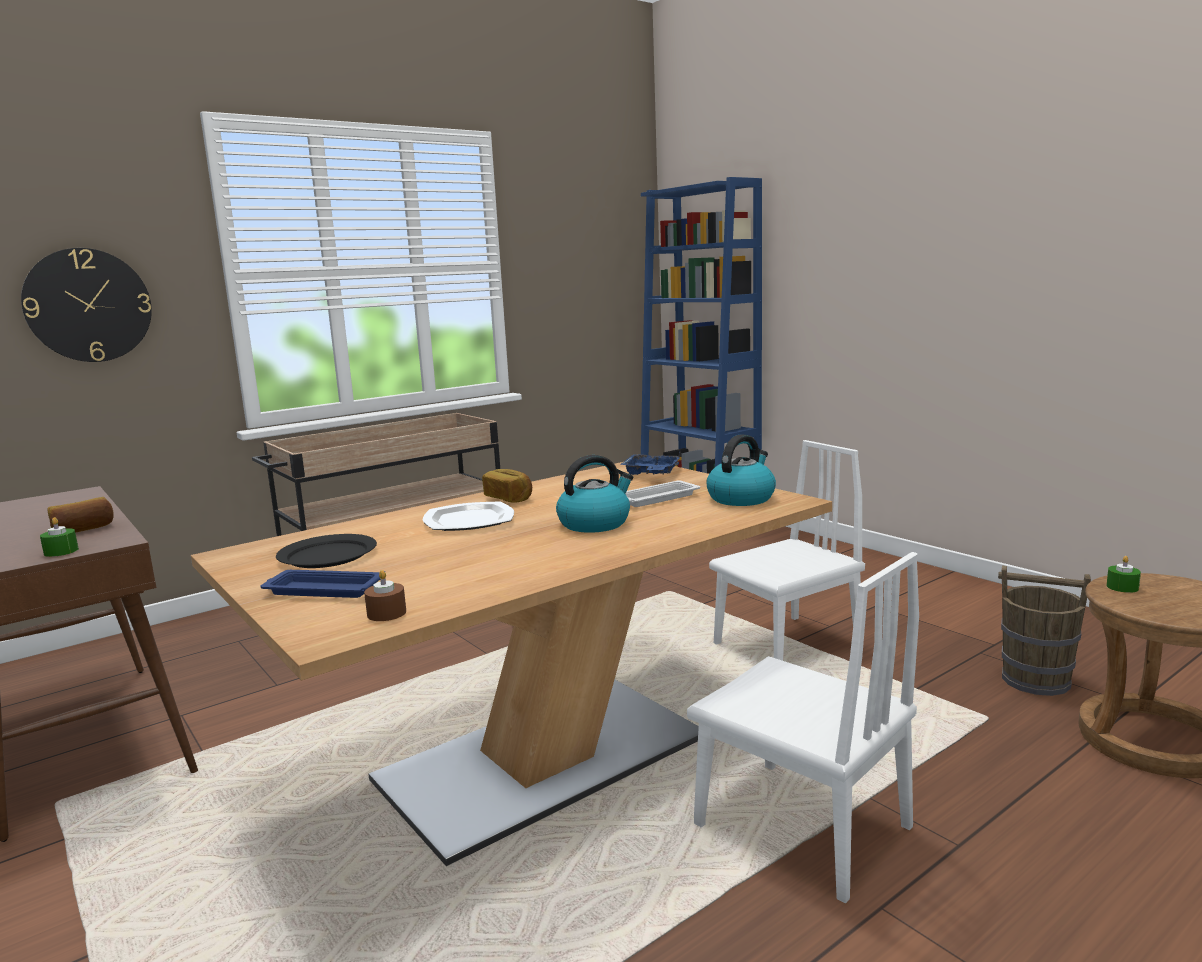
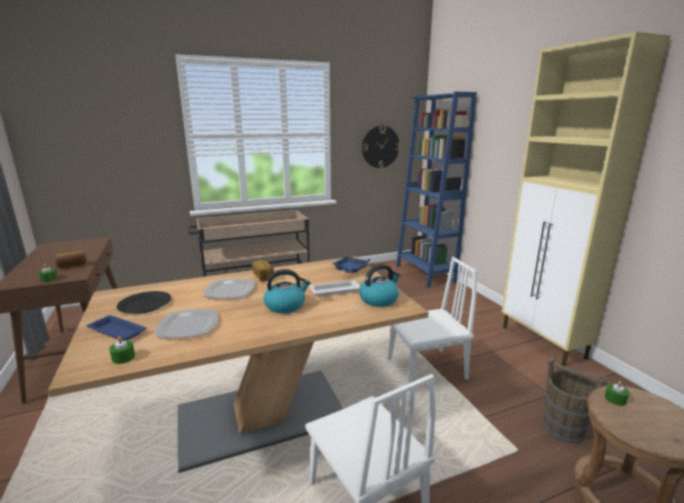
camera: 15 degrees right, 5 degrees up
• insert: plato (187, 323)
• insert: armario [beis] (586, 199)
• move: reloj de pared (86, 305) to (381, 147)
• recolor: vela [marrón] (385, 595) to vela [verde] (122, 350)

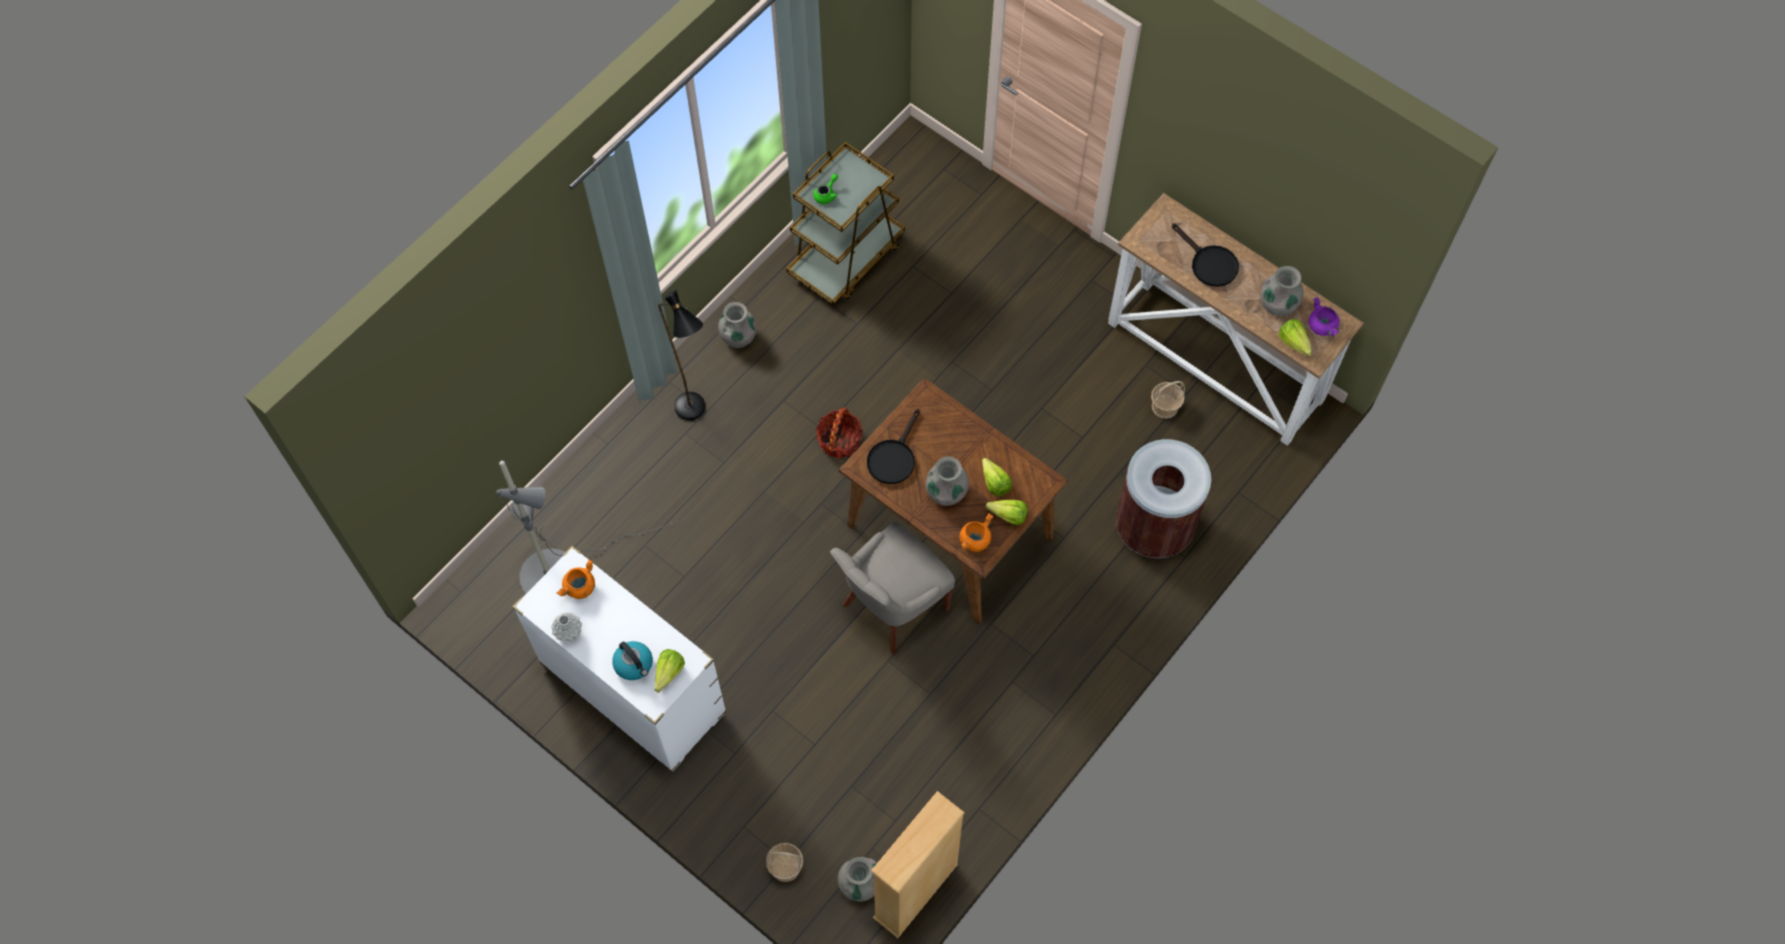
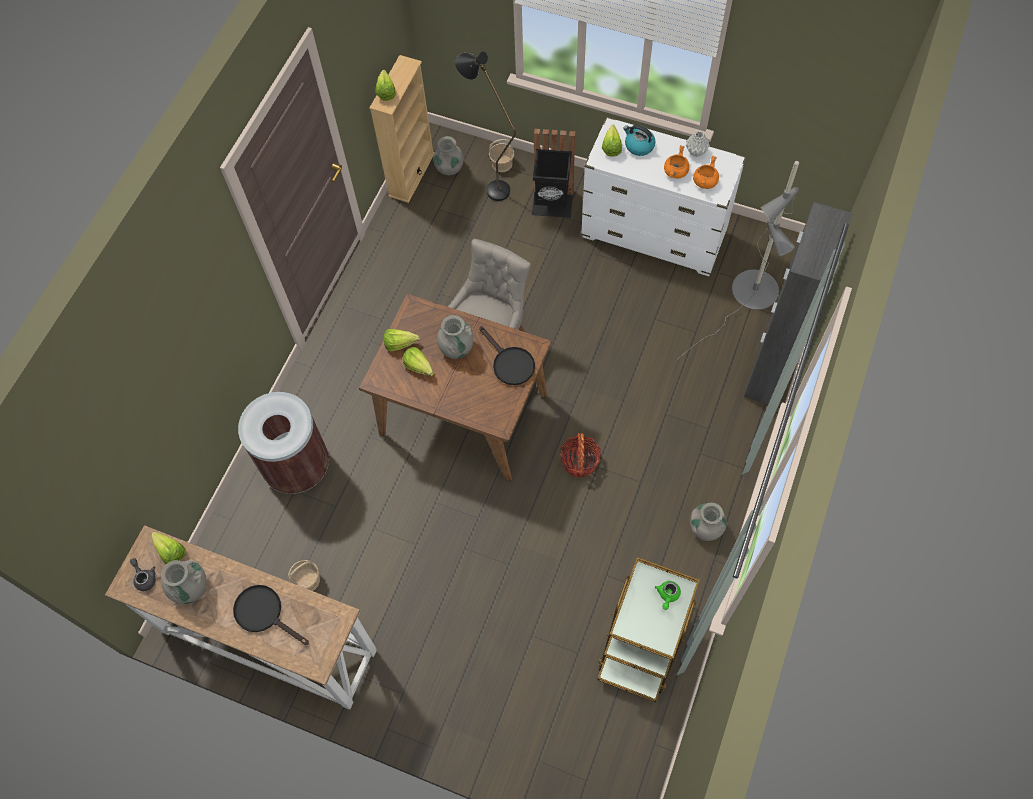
camera: 165 degrees right, 0 degrees up
• insert: lechuga (385, 85)
• insert: papelera [negro] (553, 173)
• insert: armario [negro] (798, 303)
• move: lámpara de pie [negro] (681, 355) to (485, 126)
• move: olla [naranja] (976, 532) to (676, 161)
• replace: olla [morado] (1323, 316) to tetera [gris] (143, 574)
• rotate: sartén [negro] (893, 446) = (507, 355) 135 degrees clockwise

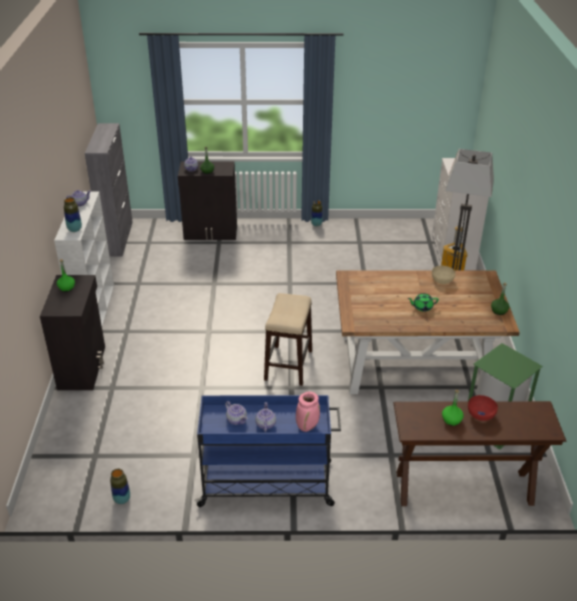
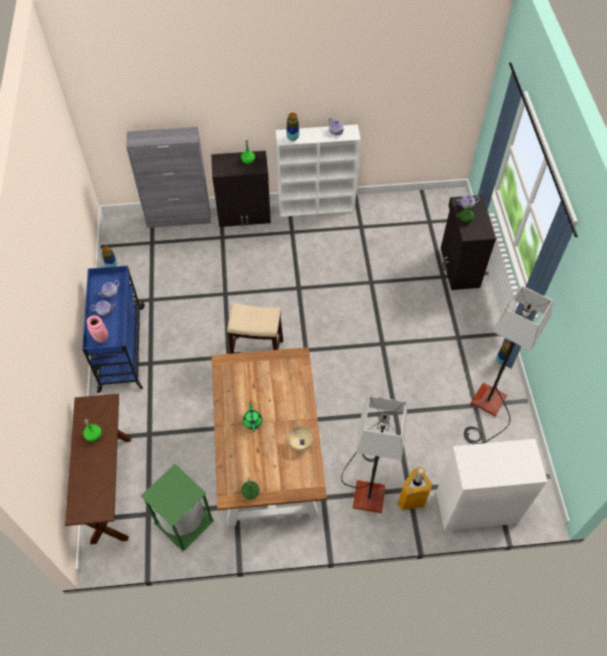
camera: 85 degrees right, 20 degrees up
• delete: cuenco [rojo] (483, 408)
• insert: lámpara de pie (508, 365)
• move: armario [gris] (109, 190) to (168, 177)

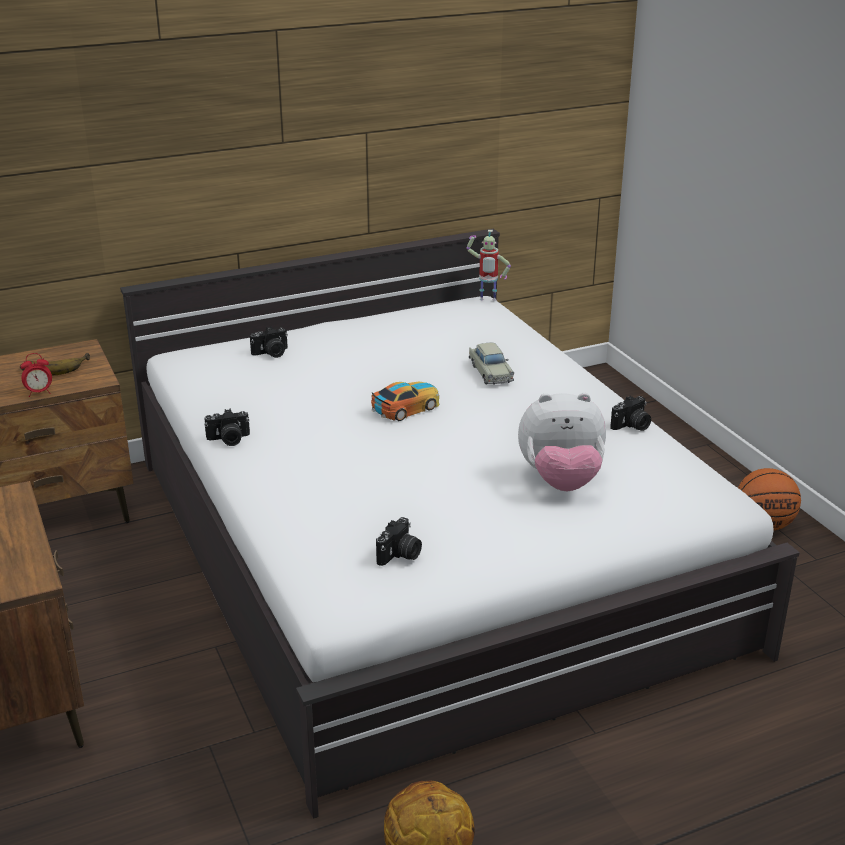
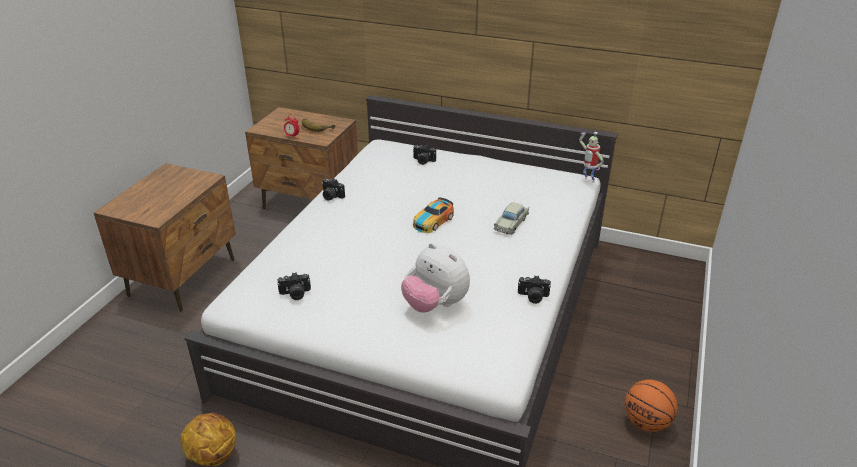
camera: 45 degrees right, 5 degrees up
• rotate: coche de juguete (405, 401) = (433, 215) 120 degrees clockwise

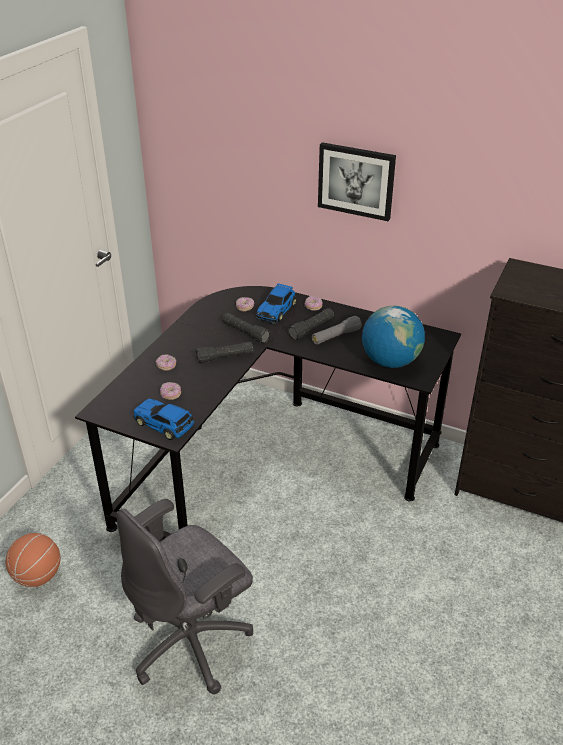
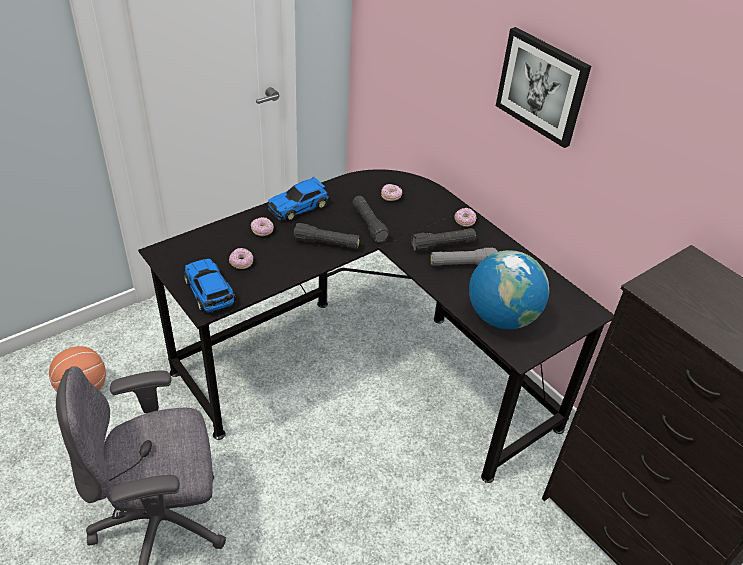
camera: 25 degrees right, 5 degrees up
• move: coche de juguete (276, 303) to (298, 199)

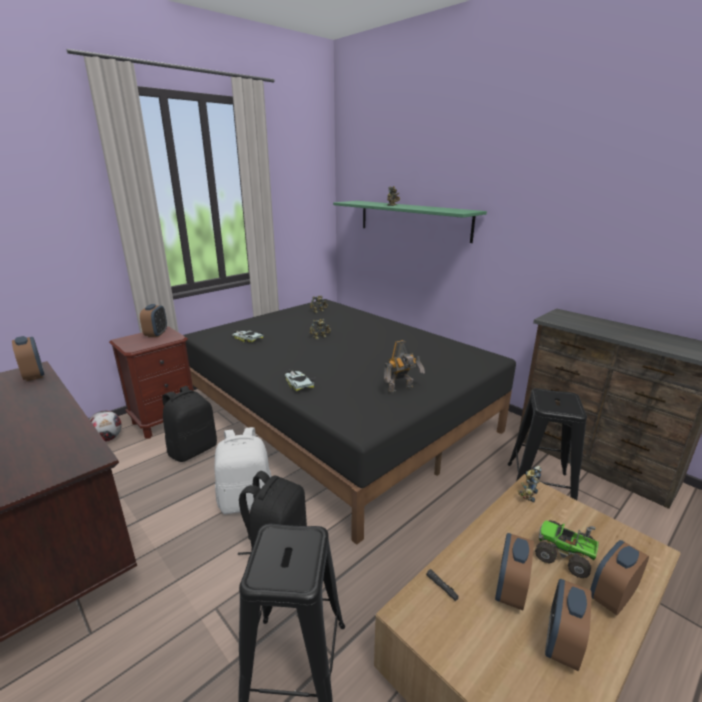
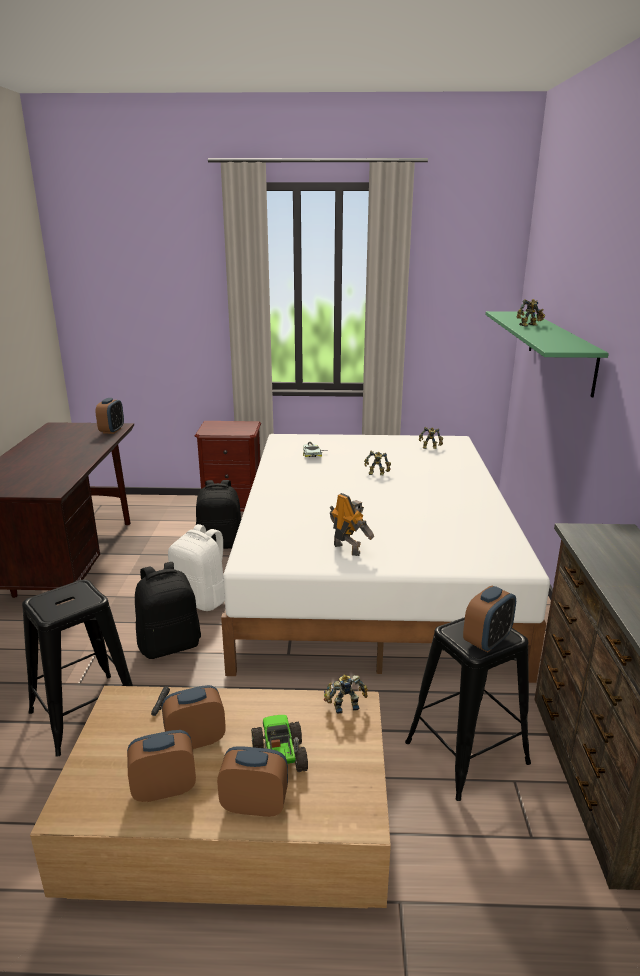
camera: 45 degrees right, 0 degrees up
• delete: balón de fútbol (105, 426)
• delete: coche de juguete (300, 380)
• move: despertador (153, 320) to (489, 618)
• recolor: cama [negro] (349, 422) to cama [blanco] (385, 558)
• rotate: robot de juguete (404, 367) = (352, 524) 150 degrees counterclockwise

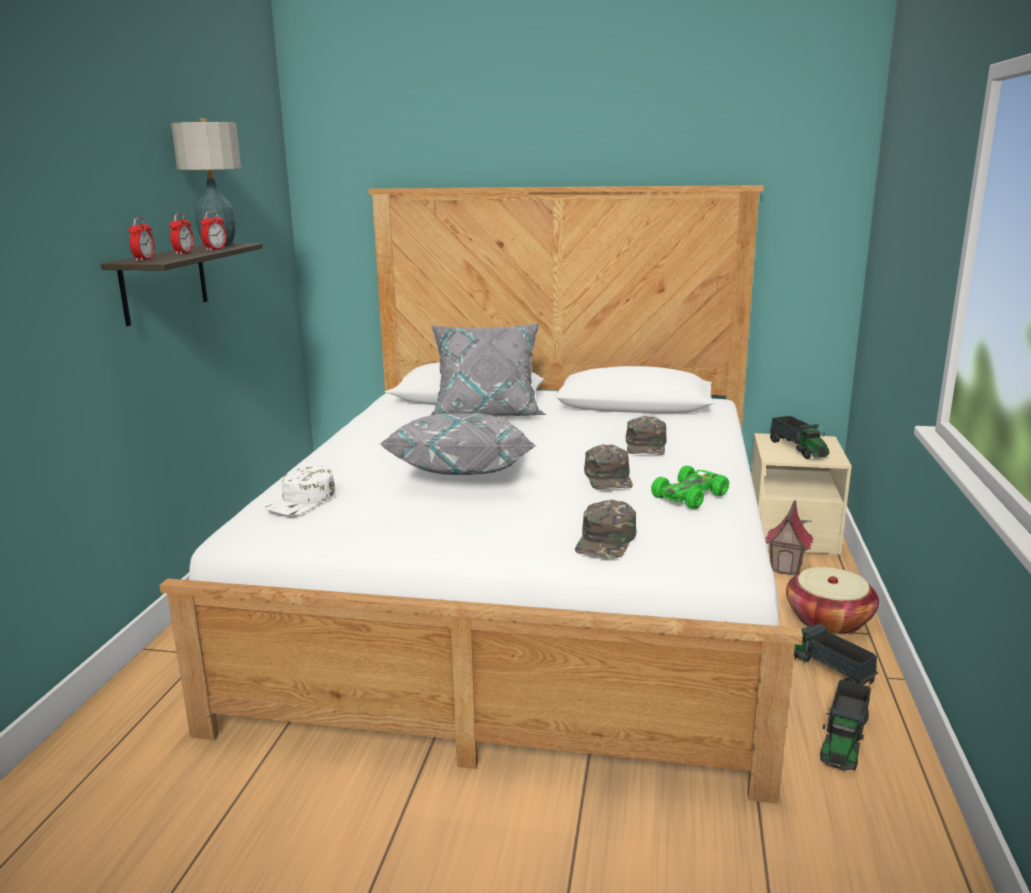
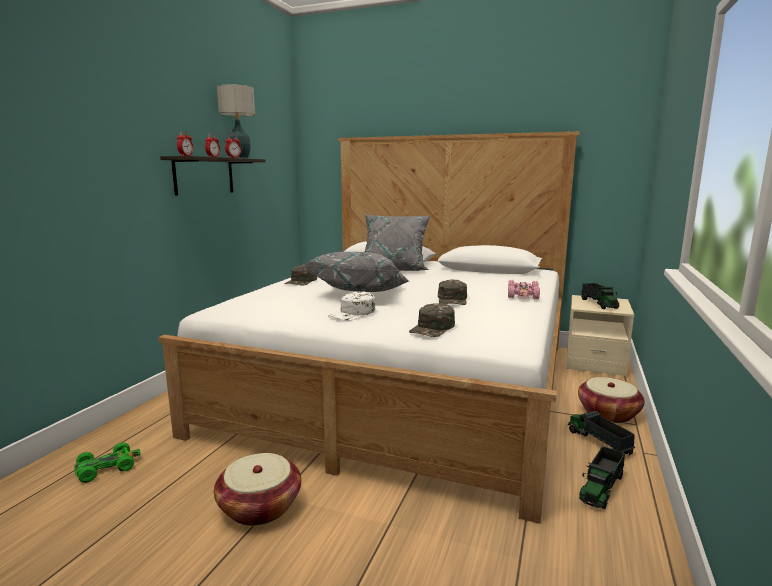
camera: 10 degrees right, 5 degrees down
• delete: casita (789, 538)
• insert: cesta (257, 489)
• insert: coche de juguete [rosa] (524, 289)
• move: gorra [blanco] (299, 490) to (352, 306)
• move: gorra [verde] (646, 435) to (300, 275)
• move: coche de juguete [verde] (690, 487) to (107, 462)

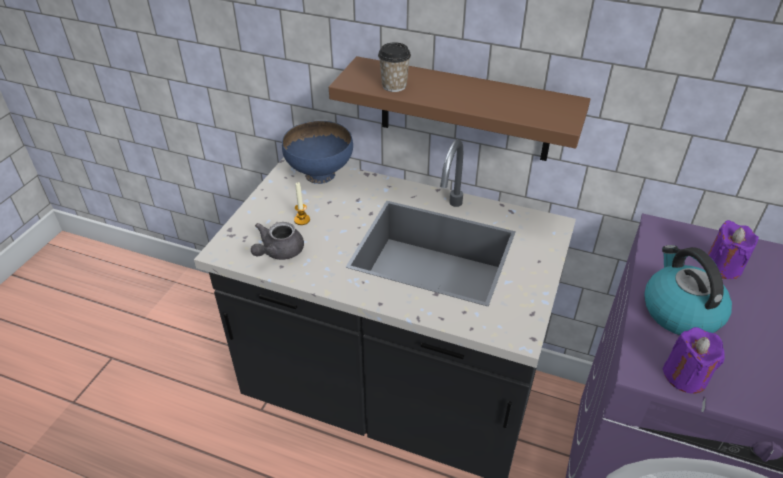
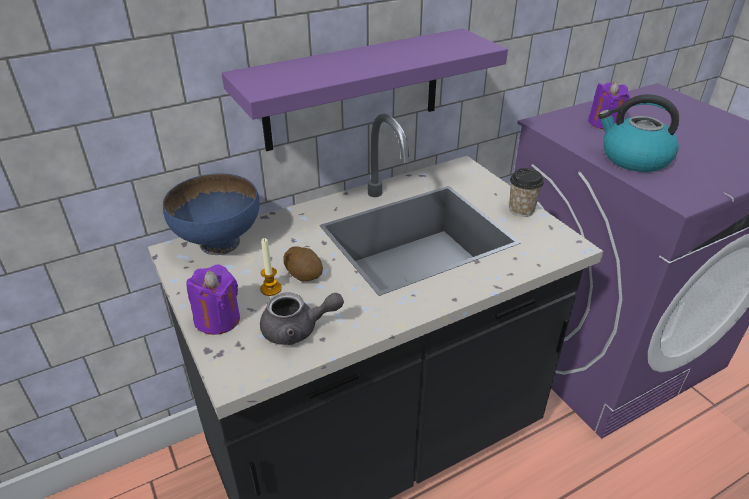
camera: 50 degrees left, 5 degrees down
• insert: patata (303, 263)
• move: taza (394, 67) to (526, 192)
• move: vela [morado] (693, 360) to (213, 299)
• recolor: estante [marrón] (459, 108) to estante [morado] (365, 89)
• rotate: tetera [gris] (277, 241) = (302, 318) 75 degrees counterclockwise

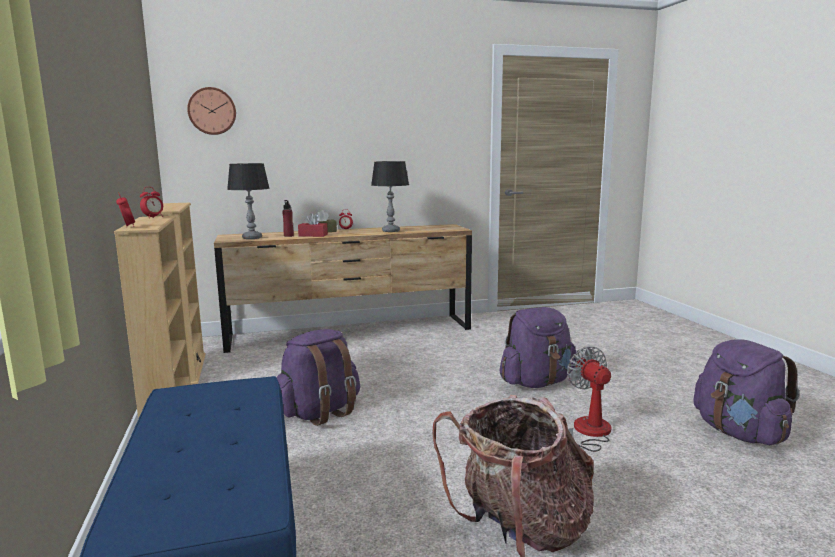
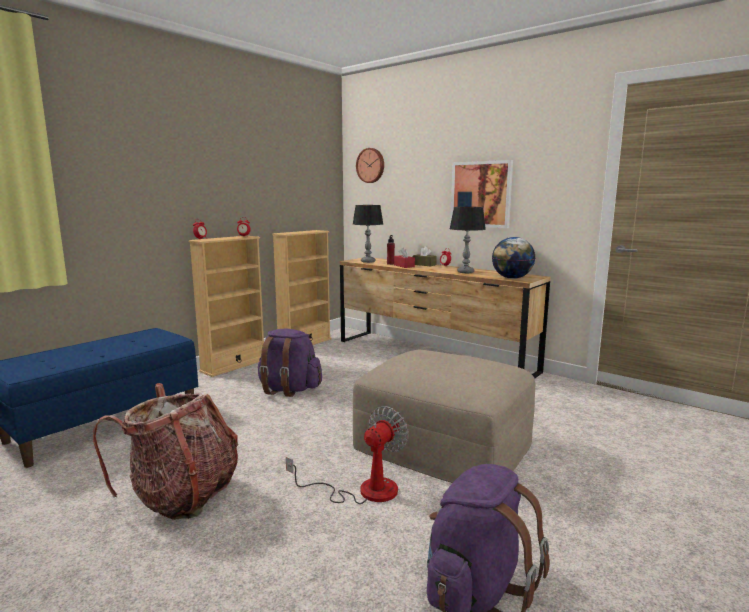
camera: 55 degrees right, 0 degrees up
• insert: cuadro (481, 194)
• insert: globo terráqueo (513, 258)
• replace: mochila [morado] (538, 347) to puf [beis] (444, 416)

